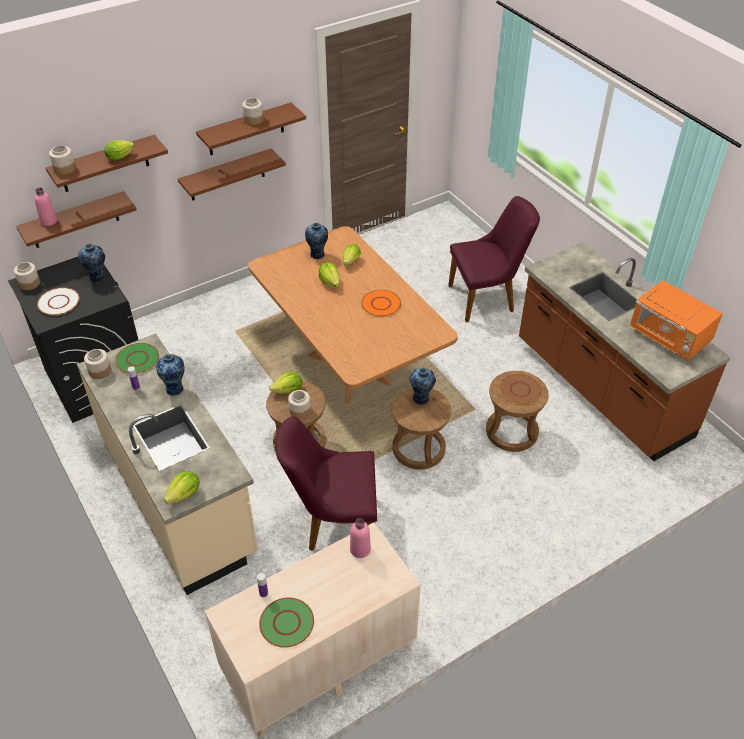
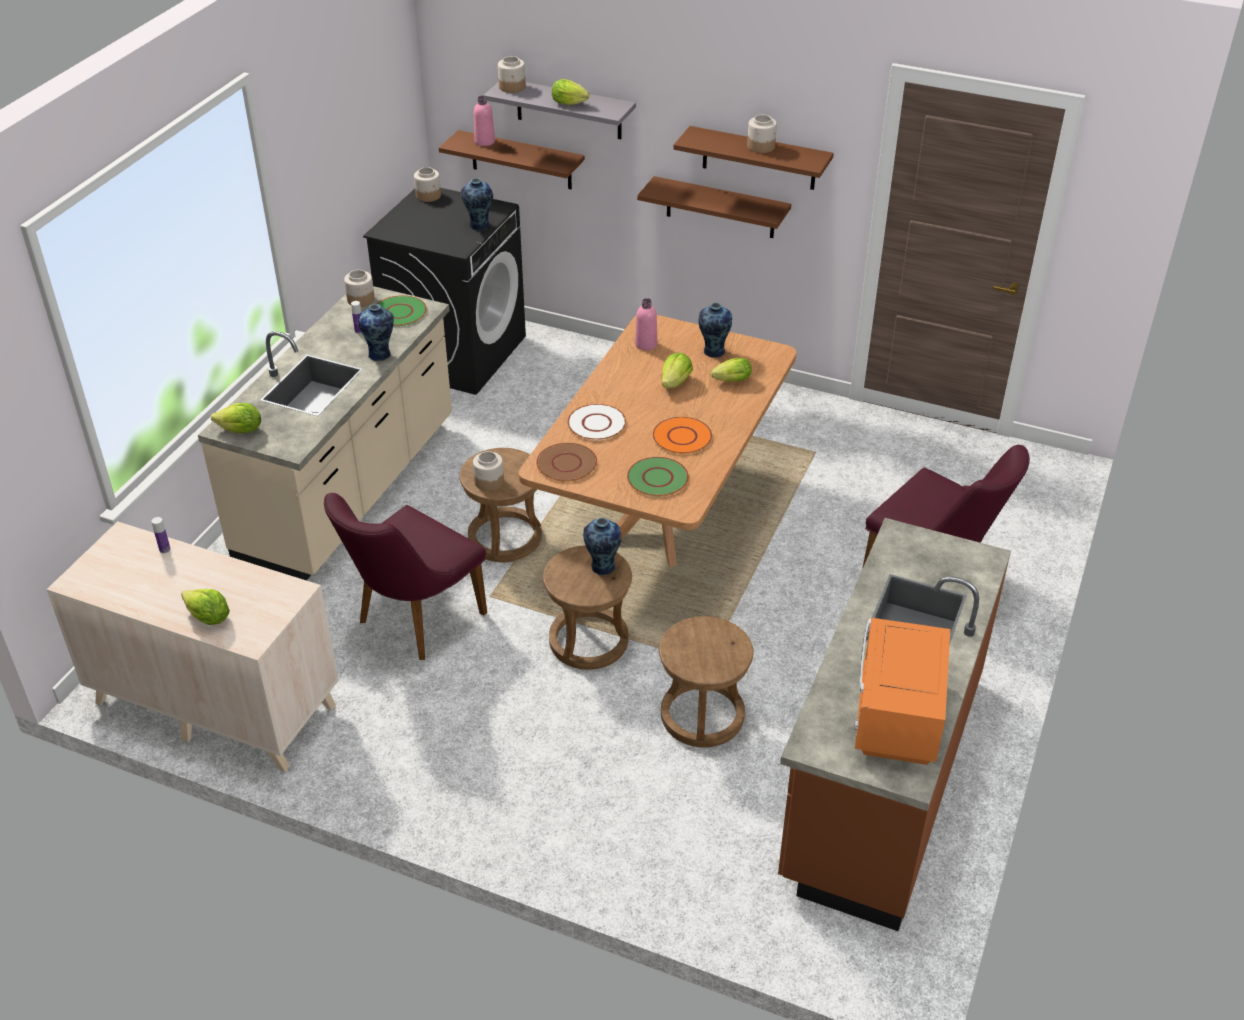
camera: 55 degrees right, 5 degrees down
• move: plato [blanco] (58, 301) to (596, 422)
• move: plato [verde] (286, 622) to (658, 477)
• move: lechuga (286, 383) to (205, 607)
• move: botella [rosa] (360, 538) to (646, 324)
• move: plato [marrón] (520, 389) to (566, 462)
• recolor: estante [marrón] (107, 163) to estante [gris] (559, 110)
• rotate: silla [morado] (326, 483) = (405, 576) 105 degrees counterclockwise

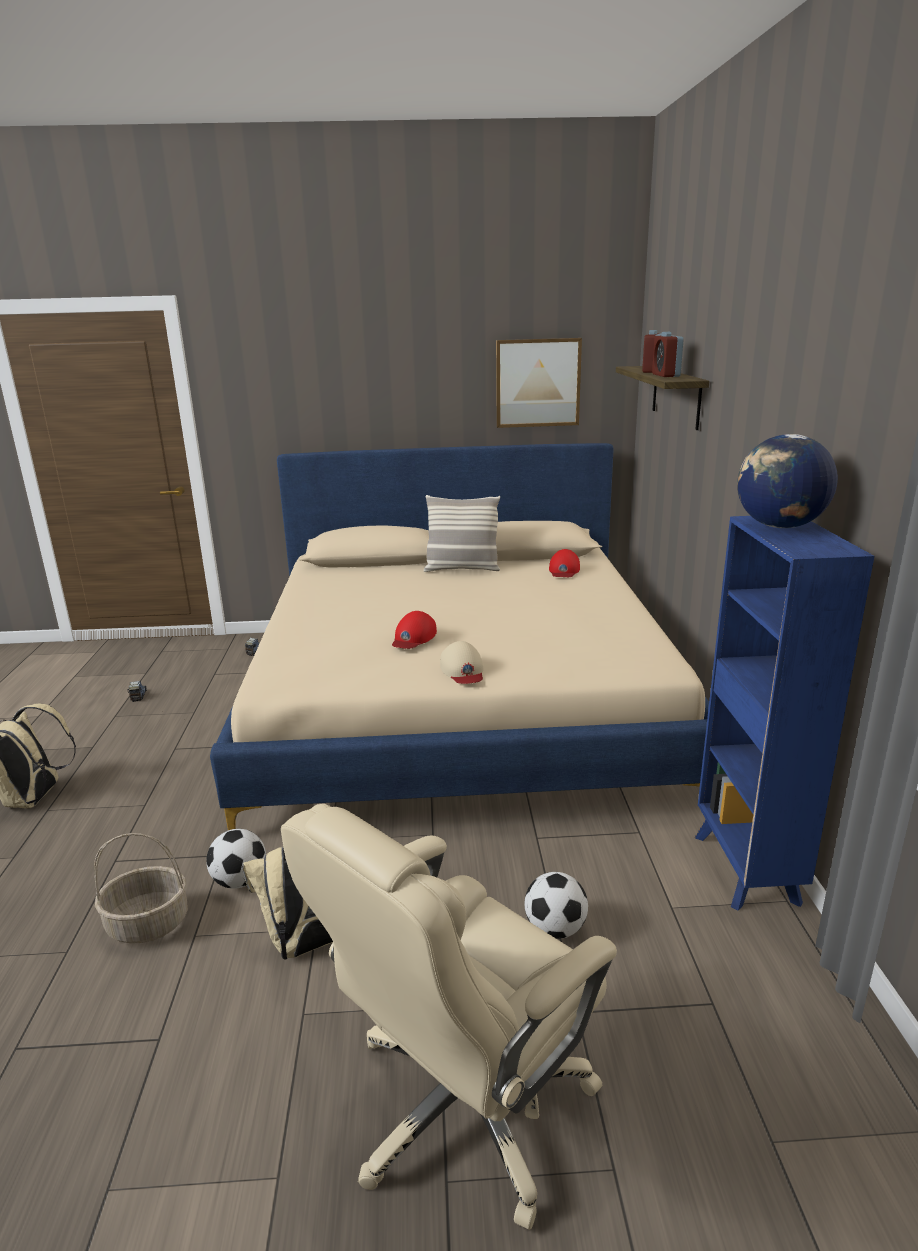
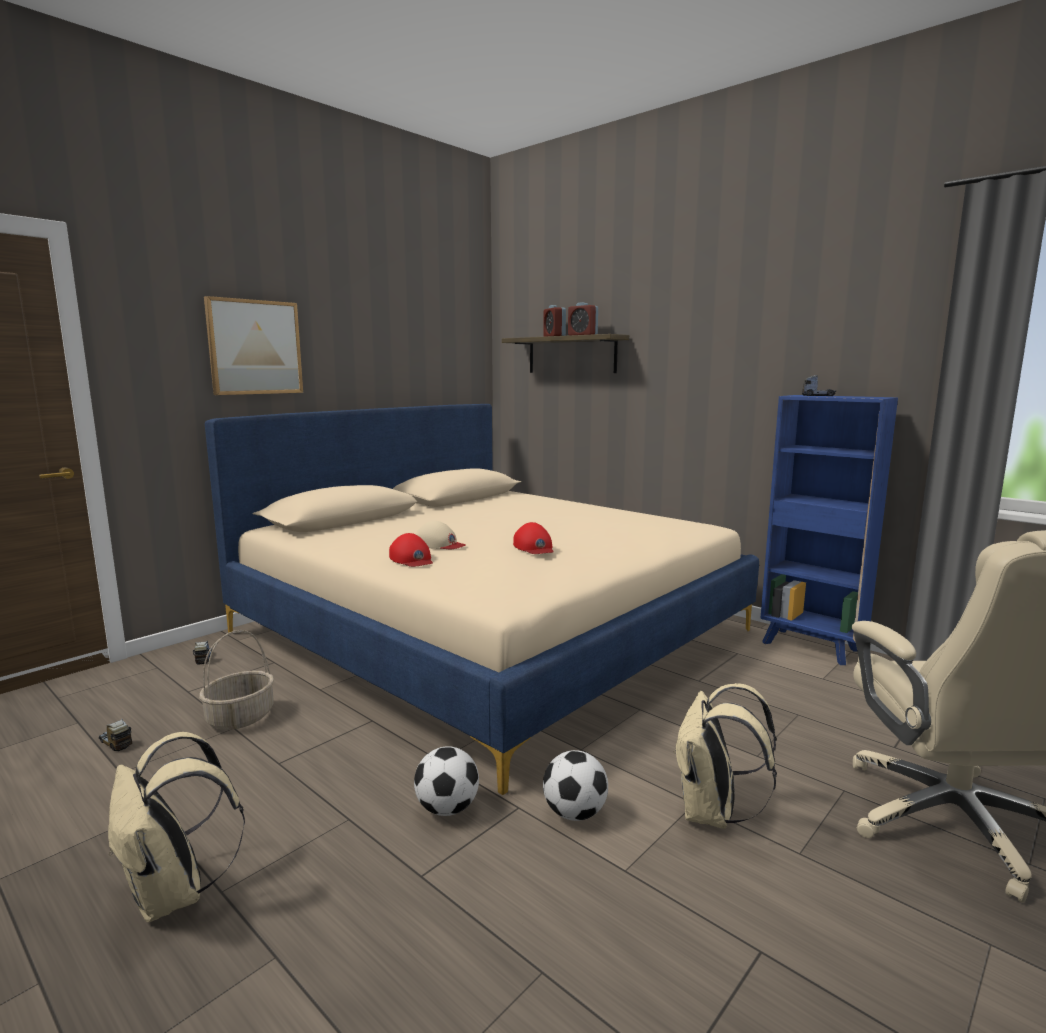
camera: 45 degrees left, 10 degrees down
• delete: cojín (462, 533)
• move: cesta (141, 888) to (236, 680)
• move: gorra [beis] (461, 662) to (440, 535)
• move: cuadro (539, 383) to (253, 345)
• move: balón de fútbol (556, 905) to (446, 781)
• move: gorra [rojo] (564, 563) to (411, 550)
• replace: globo terráqueo (787, 481) to camión de juguete (819, 385)

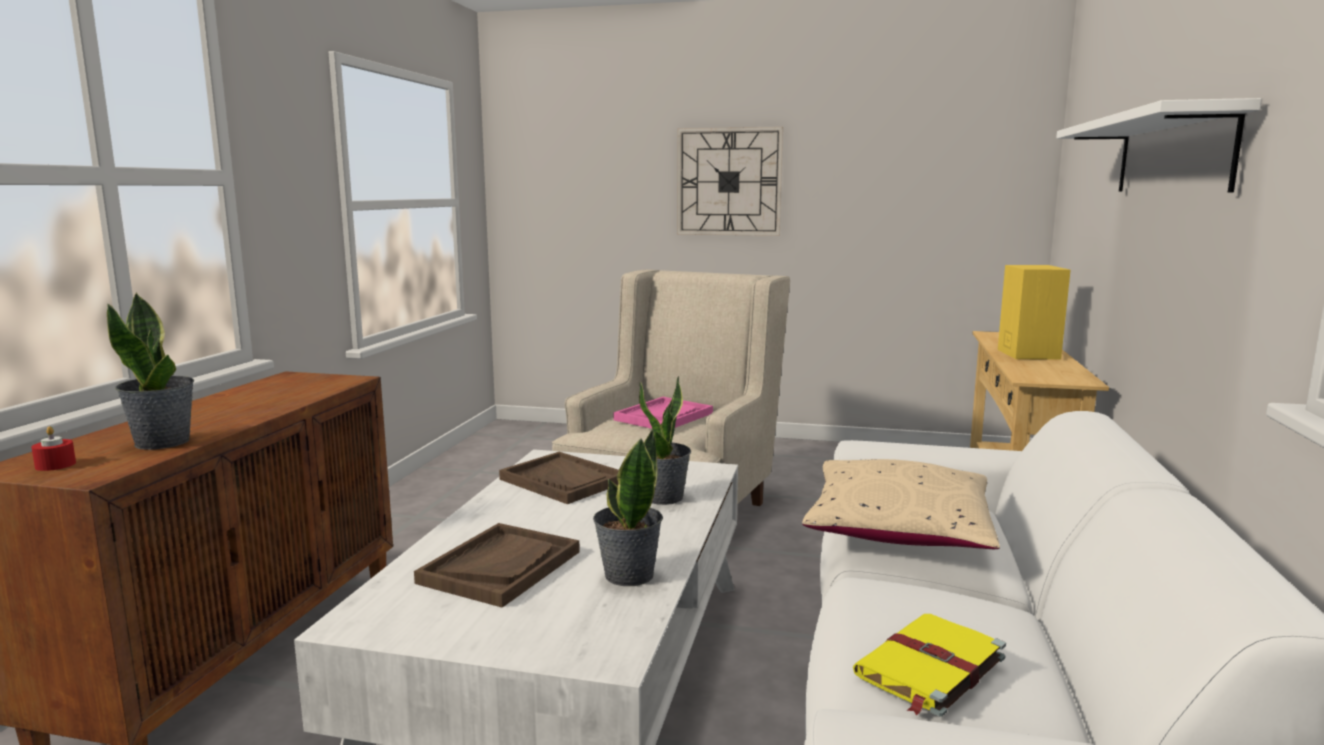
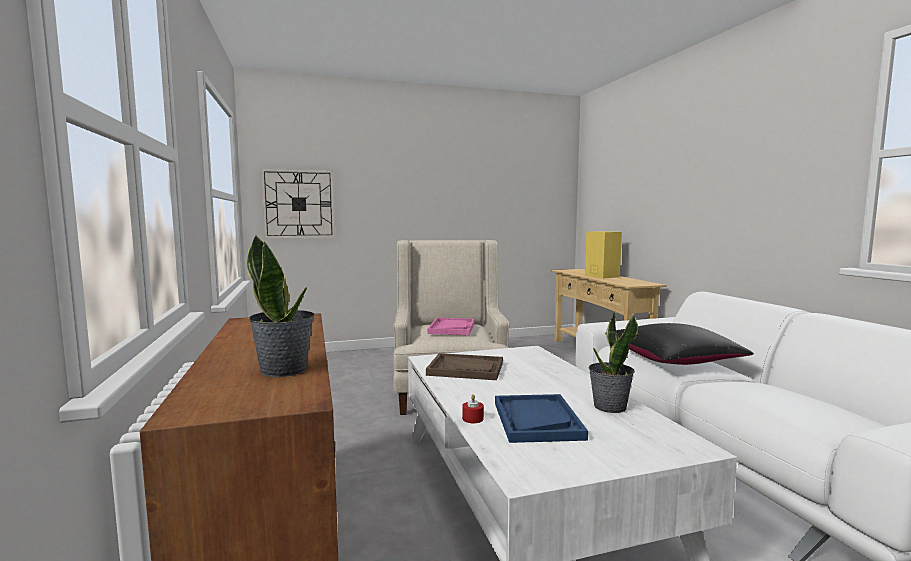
camera: 30 degrees left, 5 degrees down
• delete: planta en maceta (665, 440)
• delete: libro [amarillo] (929, 665)
• delete: estante [blanco] (1159, 145)
• move: vela [rojo] (53, 448) to (473, 408)
• move: reloj de pared (730, 181) to (298, 204)
• recolor: bandeja [marrón] (497, 565) to bandeja [azul] (541, 418)
• recolor: cojín [beis] (901, 504) to cojín [negro] (679, 344)

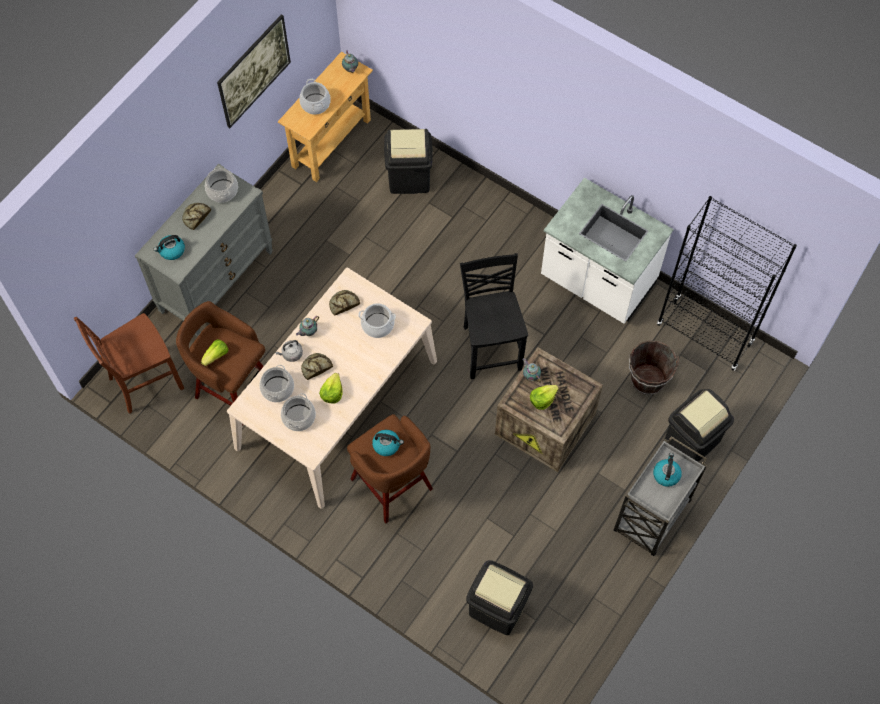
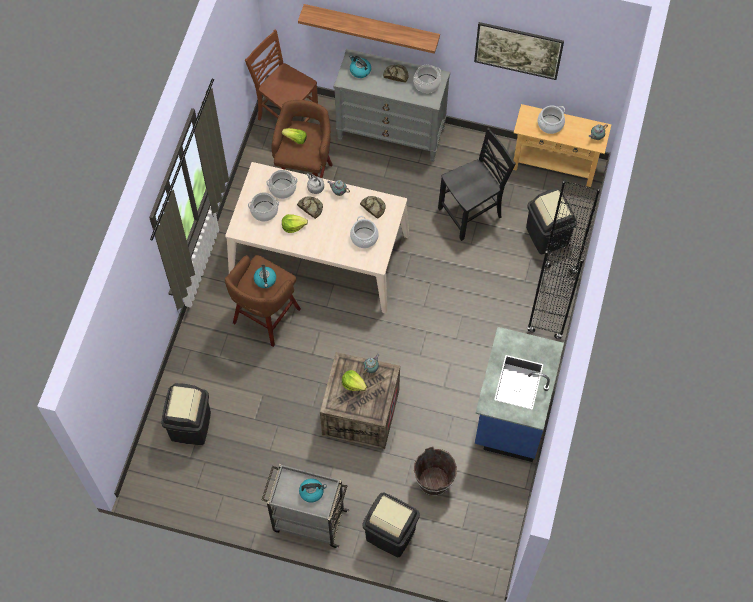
camera: 70 degrees right, 0 degrees up
• insert: estante (369, 29)
• move: silla [negro] (494, 316) to (477, 184)
• move: estantería [negro] (727, 283) to (563, 259)
• recolor: mueble bajo de cocina [blanco] (607, 251) to mueble bajo de cocina [azul] (519, 394)

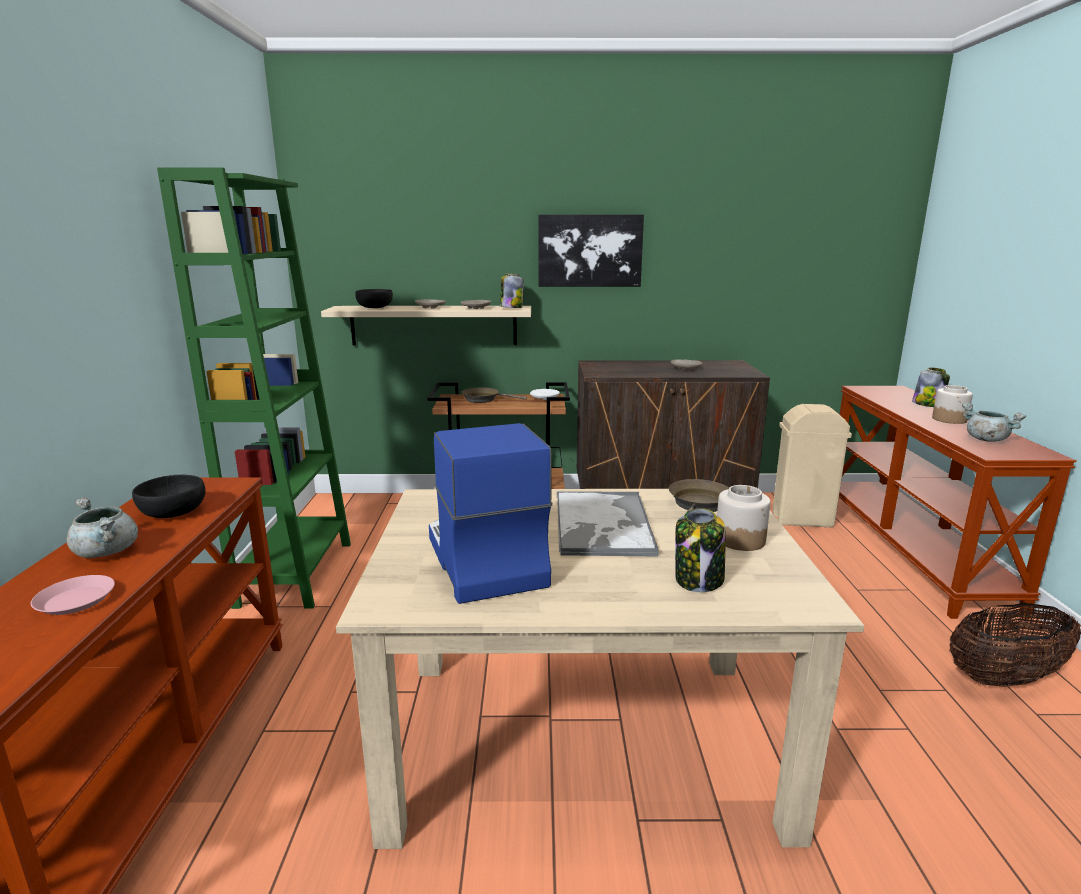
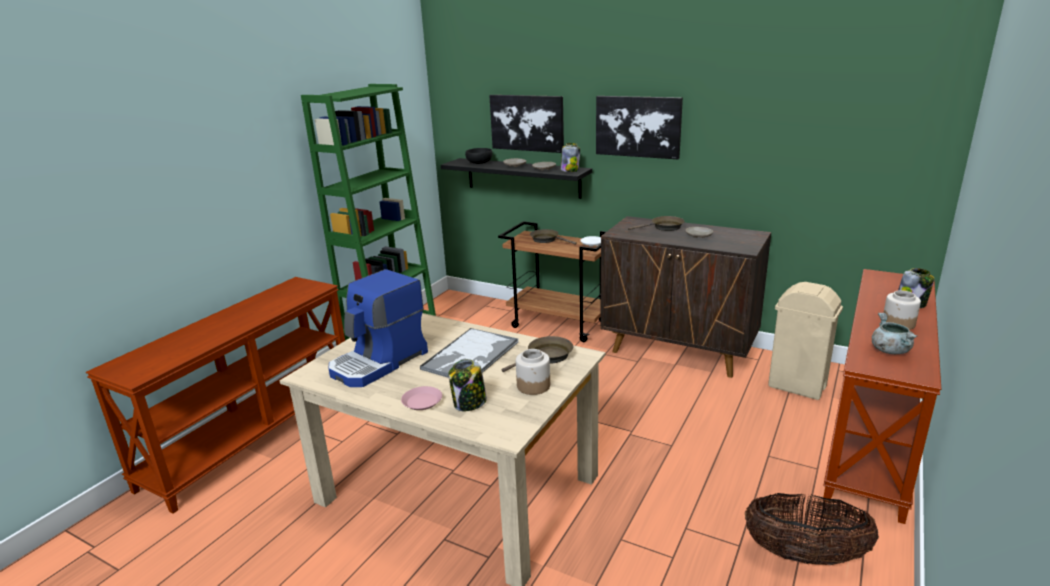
camera: 30 degrees right, 5 degrees up
• delete: olla [gris] (102, 527)
• delete: cuenco [negro] (169, 496)
• insert: cuadro (526, 124)
• insert: sartén [marrón] (656, 223)
• move: plato [rosa] (73, 595) to (421, 398)
• recolor: estante [beis] (426, 325) to estante [negro] (516, 178)
• rotate: cafetera (491, 513) = (378, 328) 150 degrees counterclockwise

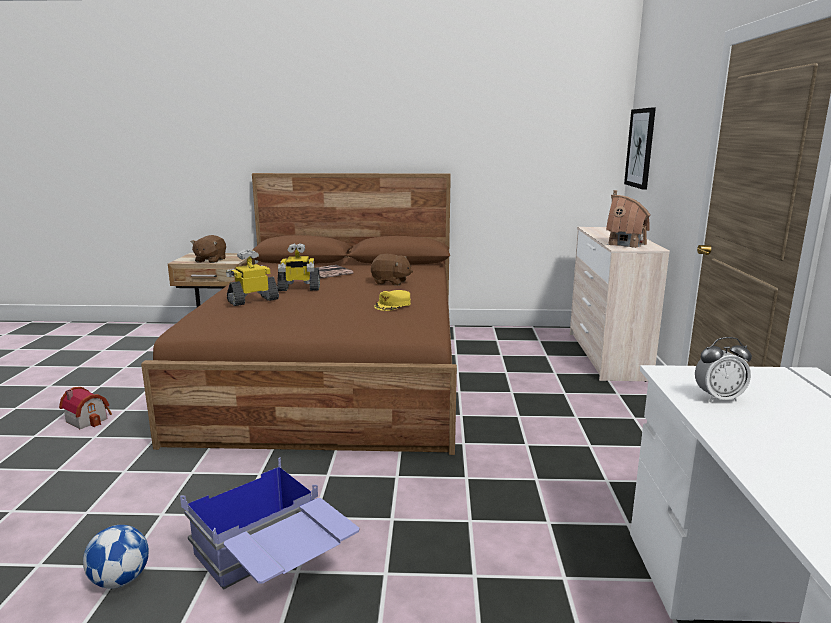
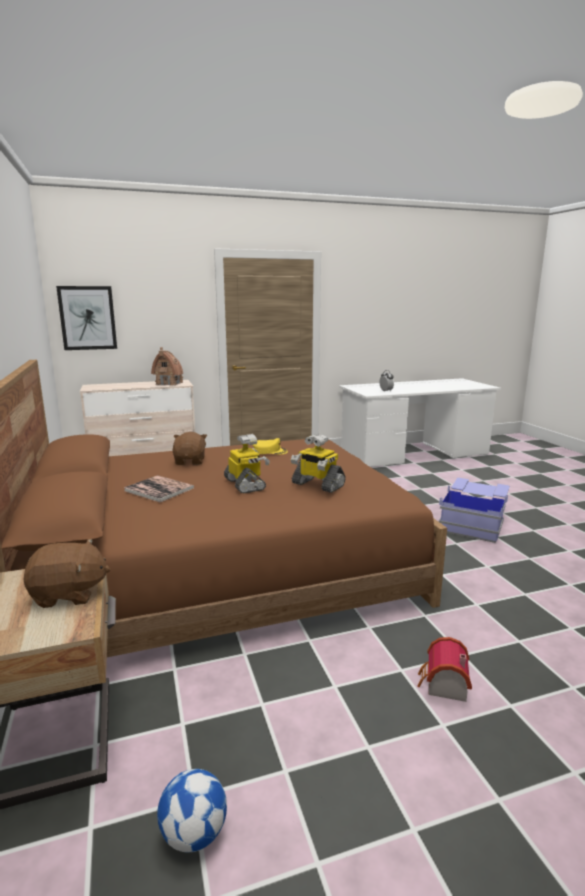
camera: 110 degrees left, 0 degrees up
• move: balón de fútbol (116, 556) to (192, 811)

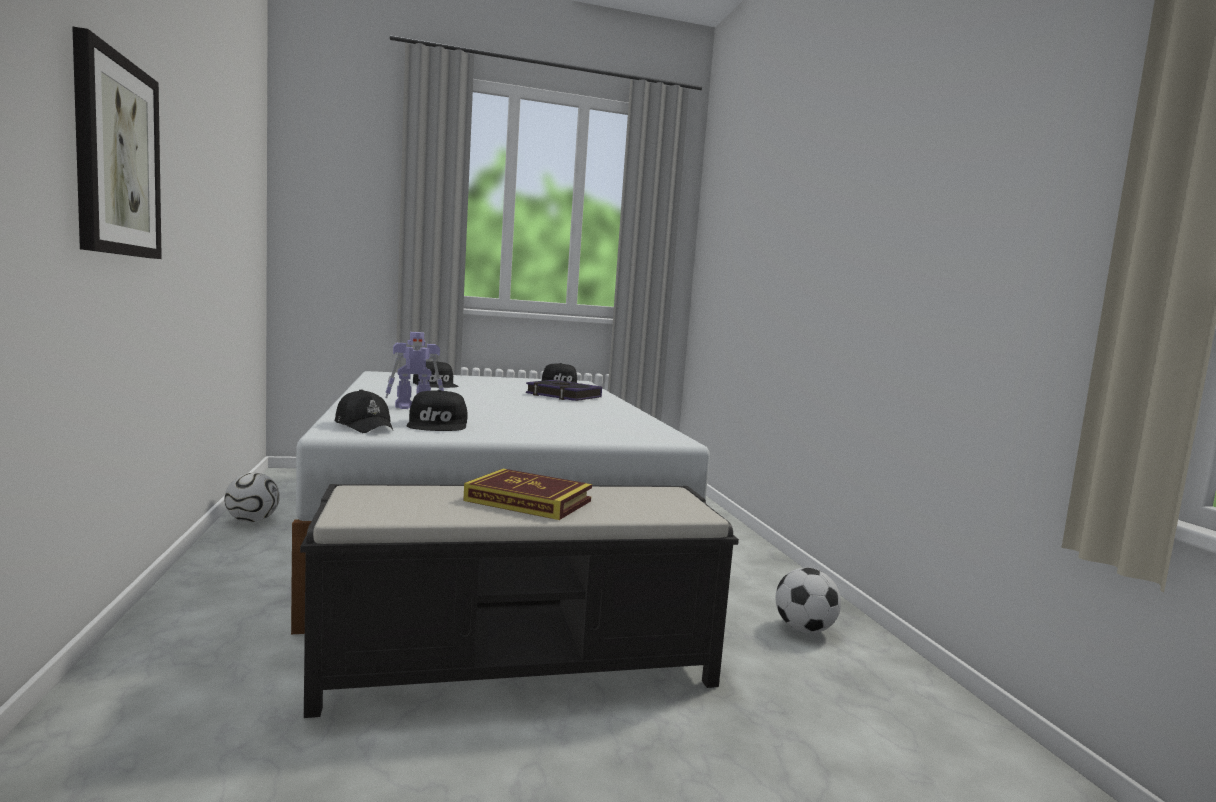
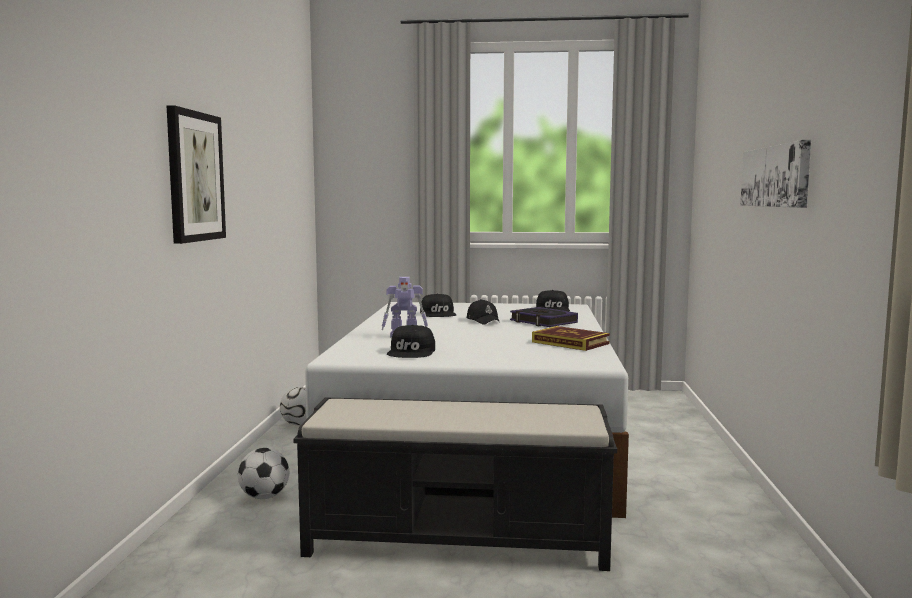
camera: 20 degrees right, 0 degrees up
• insert: cuadro (775, 174)
• move: gorra [negro] (364, 411) to (483, 312)
• move: libro (527, 494) to (571, 338)
• move: balón de fútbol (808, 600) to (263, 473)

